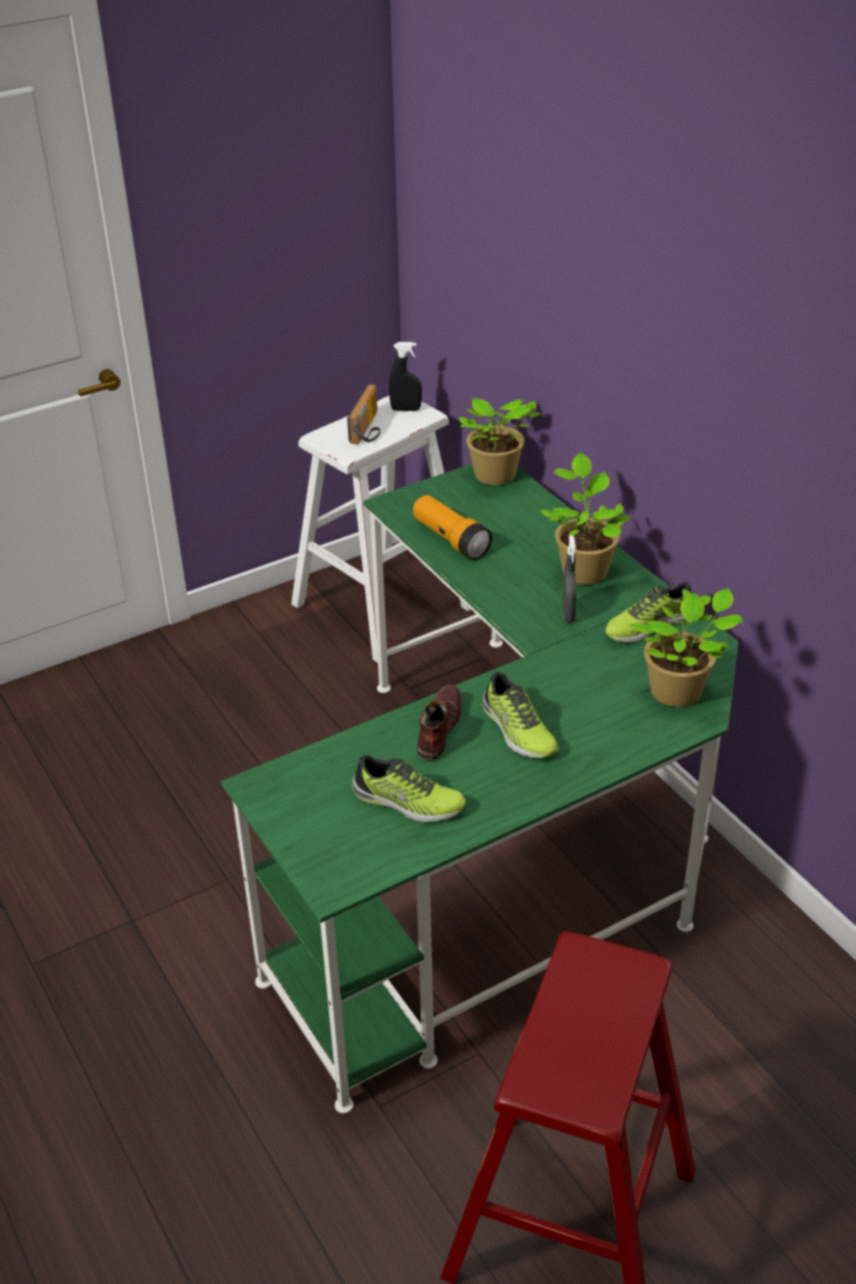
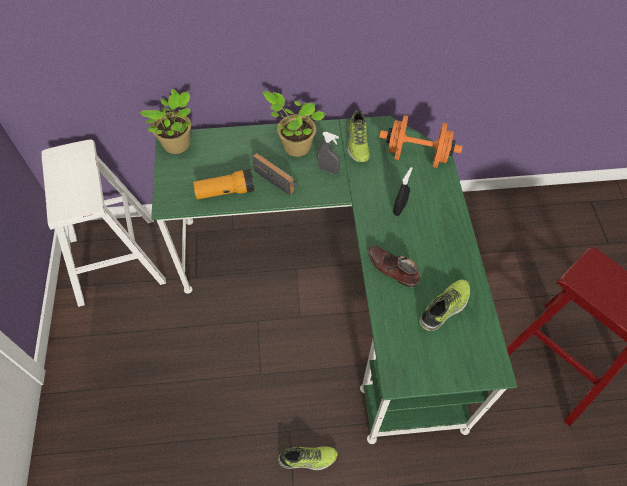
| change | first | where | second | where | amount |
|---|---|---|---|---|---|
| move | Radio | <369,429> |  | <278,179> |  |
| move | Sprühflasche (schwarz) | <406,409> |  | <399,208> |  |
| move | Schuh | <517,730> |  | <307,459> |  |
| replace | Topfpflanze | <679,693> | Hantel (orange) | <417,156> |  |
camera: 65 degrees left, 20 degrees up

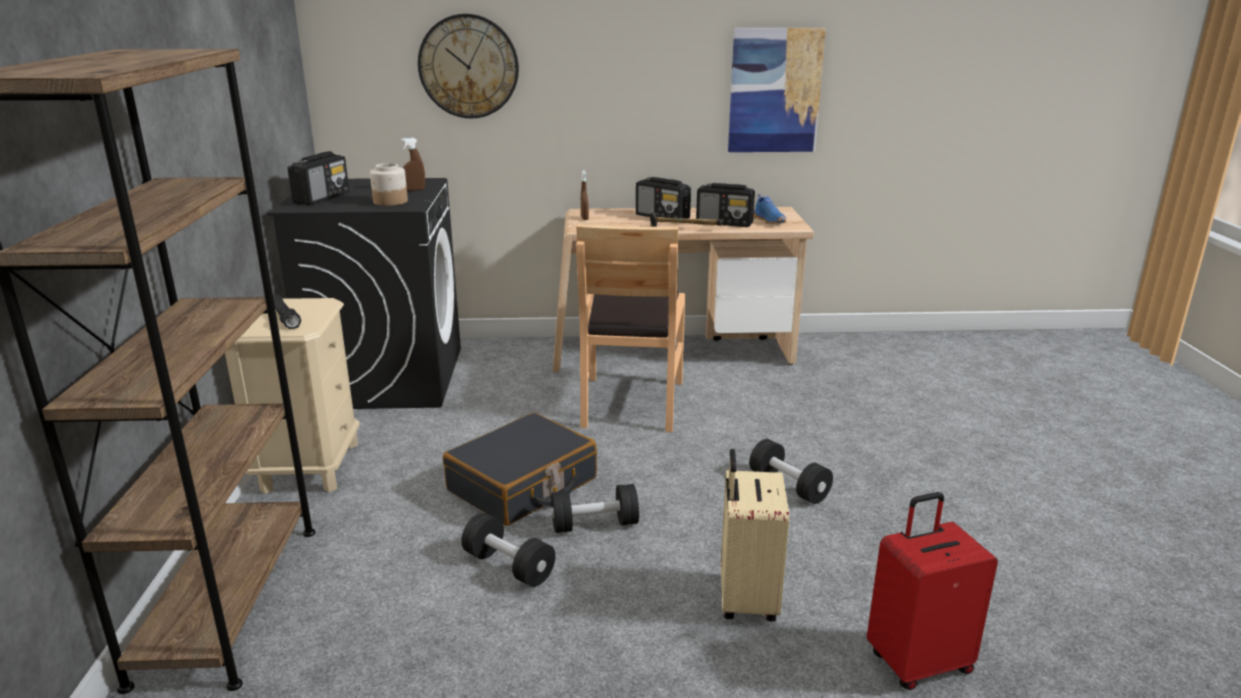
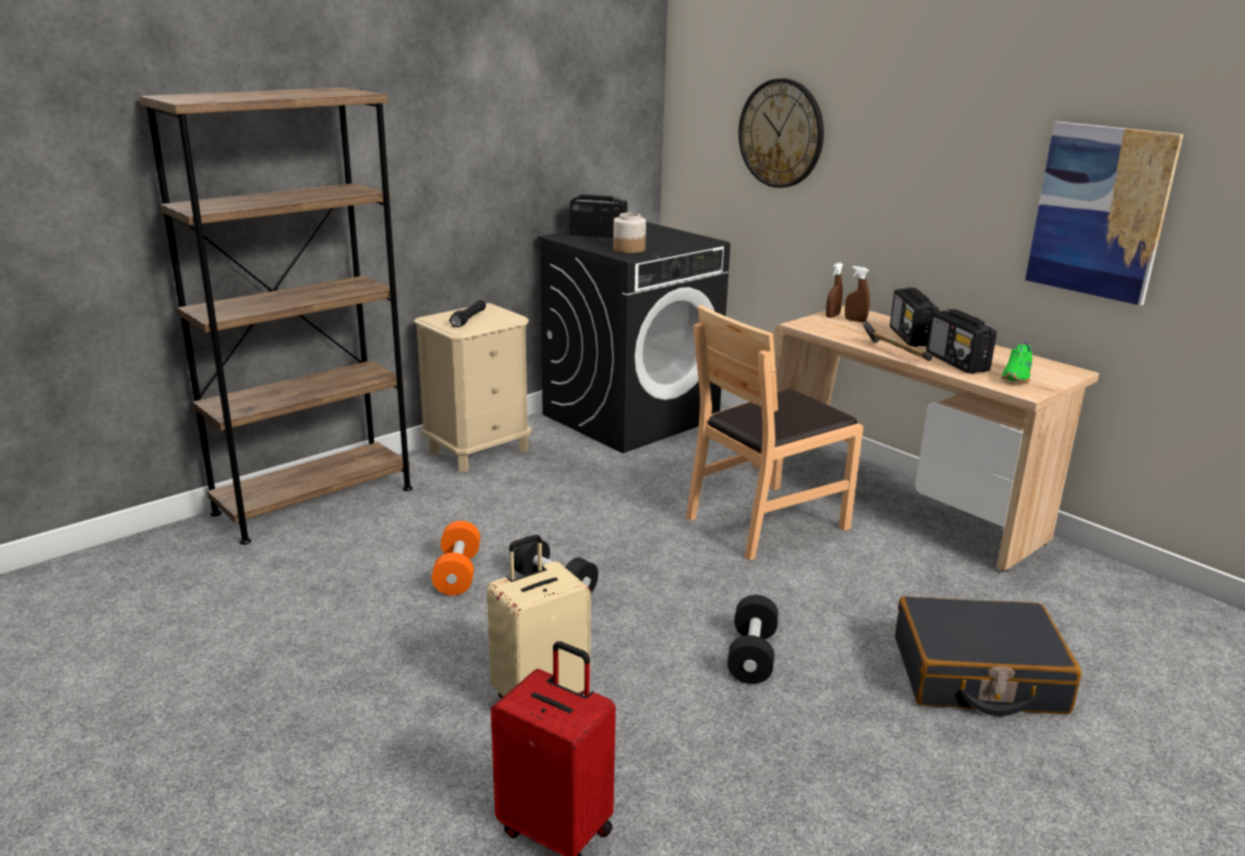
| change | first | where | second | where | amount |
|---|---|---|---|---|---|
| move | Sprühflasche (braun) | <414,189> |  | <855,320> |  |
| move | Koffer (schwarz) | <523,485> |  | <977,676> |  |
| recolor | Hantel (schwarz) | <508,566> | Hantel (orange) | <457,573> |  |
| recolor | Schuh (blau) | <770,221> | Schuh (grün) | <1017,376> |  |
| rotate | Radio | <322,198> |  | <597,235> | 150 degrees counterclockwise |
camera: 50 degrees right, 0 degrees up

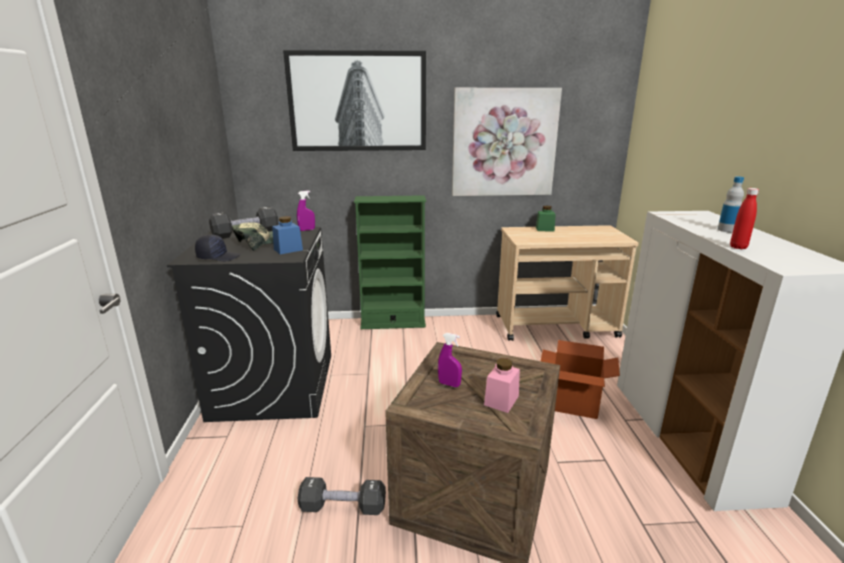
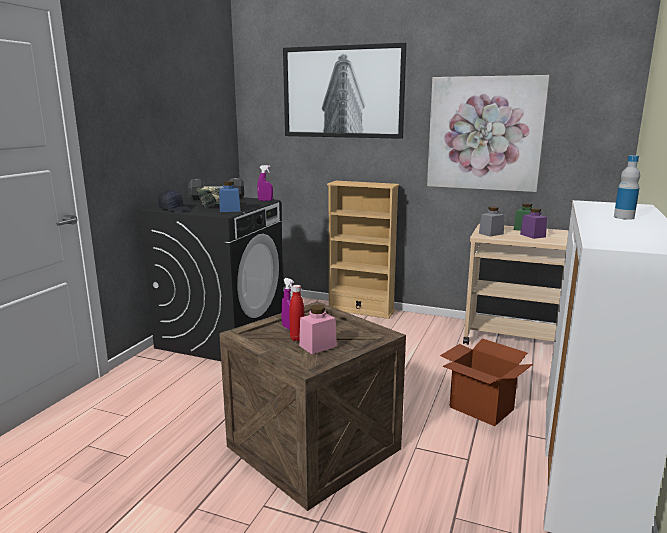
| change | first | where | second | where | amount |
|---|---|---|---|---|---|
| delete | Hantel (schwarz) | <343,507> |  |  |  |
| insert |  |  | Vorratsglas (grau) | <491,233> |  |
| insert |  |  | Vorratsglas (lila) | <532,235> |  |
| move | Flasche (rot) | <738,247> |  | <297,338> |  |
| recolor | Bücherregal (grün) | <393,323> | Bücherregal (beige) | <361,310> |  |
camera: 25 degrees right, 5 degrees down

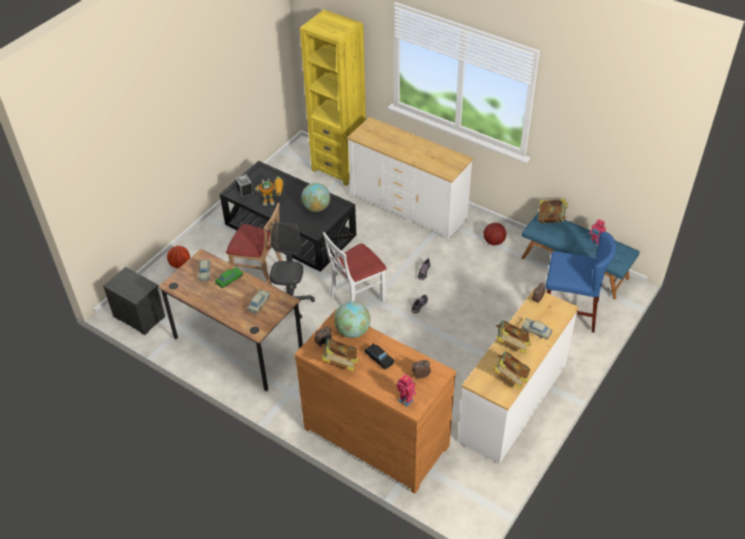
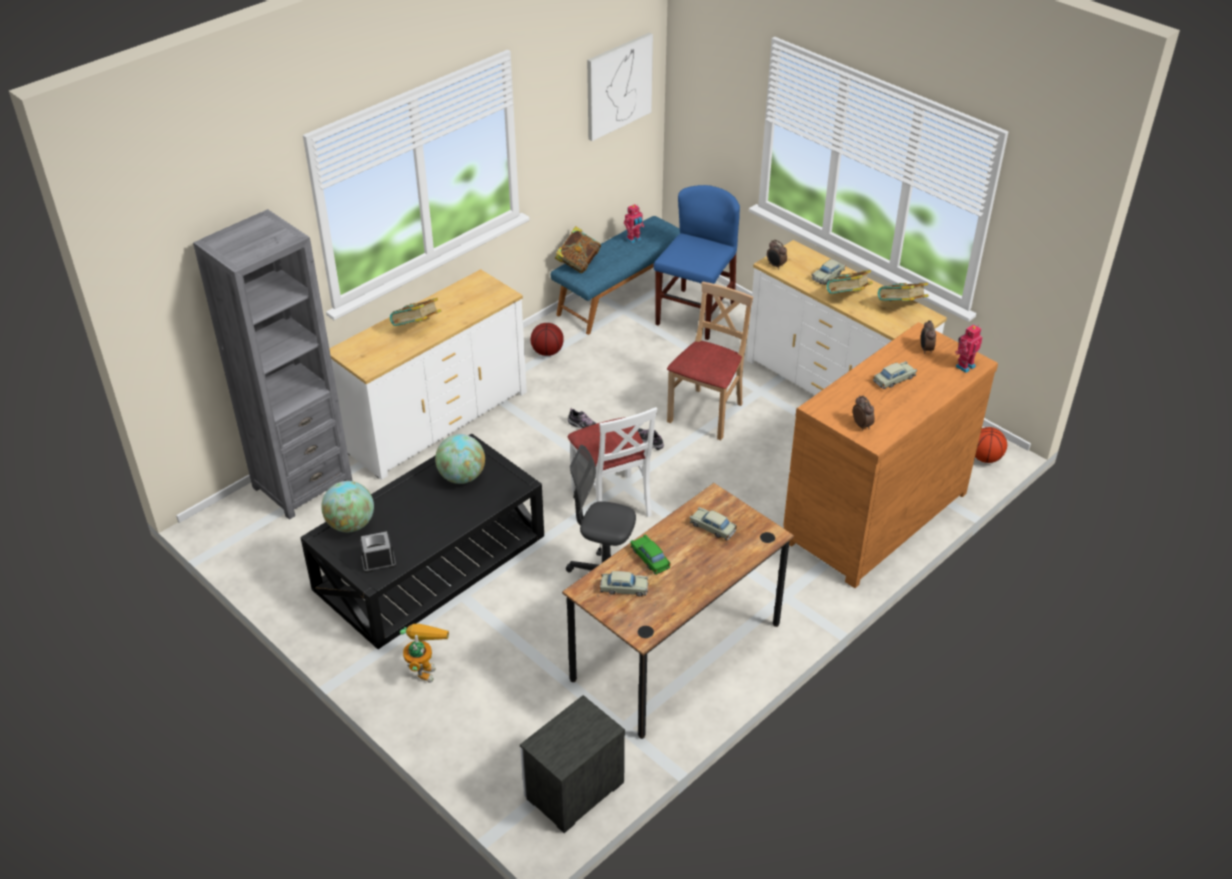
| change | first | where | second | where | amount |
|---|---|---|---|---|---|
| insert |  |  | Bild | <618,86> |  |
| move | Basketball | <180,265> |  | <985,458> |  |
| move | Stuhl (beige) | <259,274> |  | <707,413> |  |
| move | Spielzeugroboter | <273,201> |  | <424,667> |  |
| move | Buch | <340,363> |  | <417,327> |  |
| move | Globus | <352,331> |  | <350,524> |  |
| recolor | Bücherregal (gelb) | <339,168> | Bücherregal (grau) | <302,484> |  |
| recolor | Spielzeugauto (schwarz) | <379,358> | Spielzeugauto (beige) | <894,379> |  |
camera: 80 degrees left, 5 degrees down

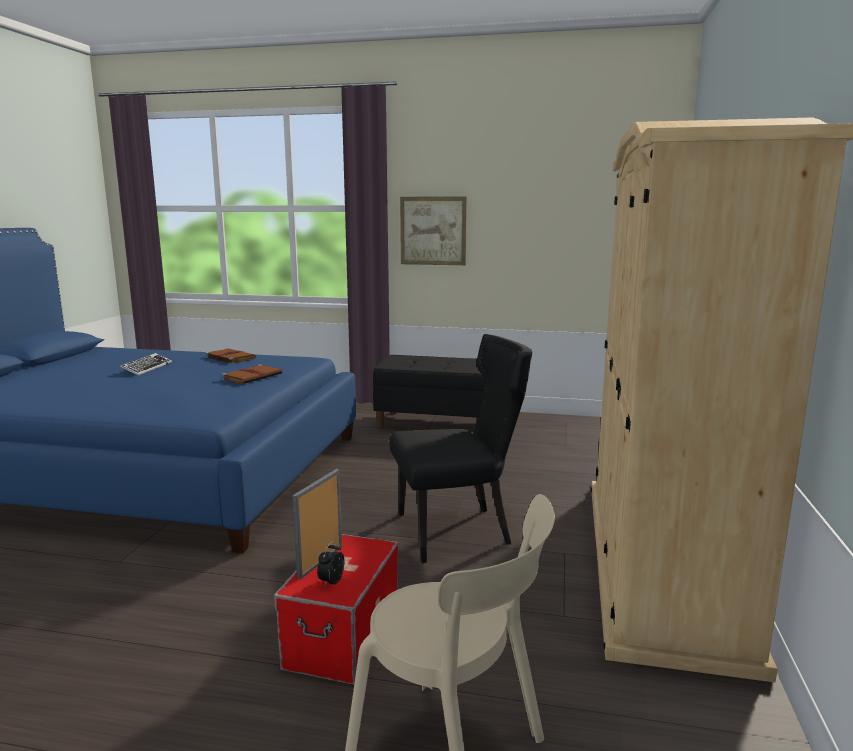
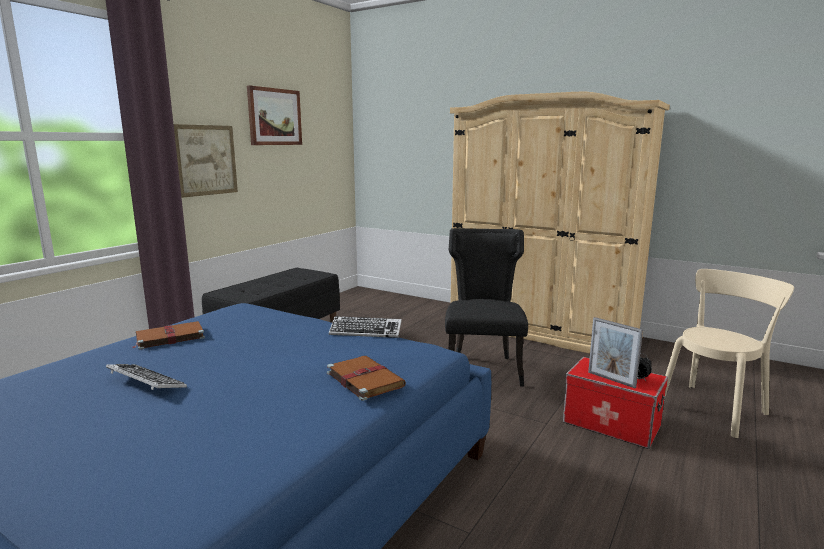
| change | first | where | second | where | amount |
|---|---|---|---|---|---|
| insert |  |  | Bild | <274,117> |  |
| insert |  |  | Tastatur | <365,331> |  |
| move | Buch (braun) | <253,376> |  | <364,379> |  |
camera: 70 degrees left, 0 degrees up

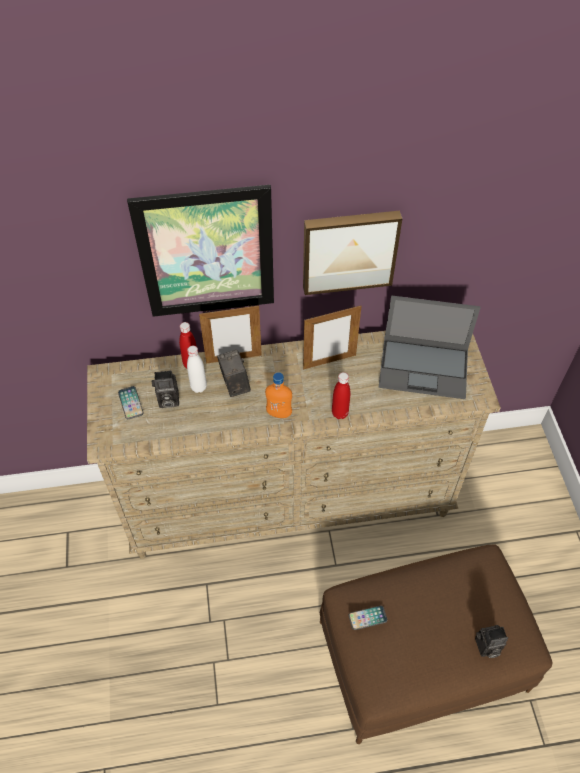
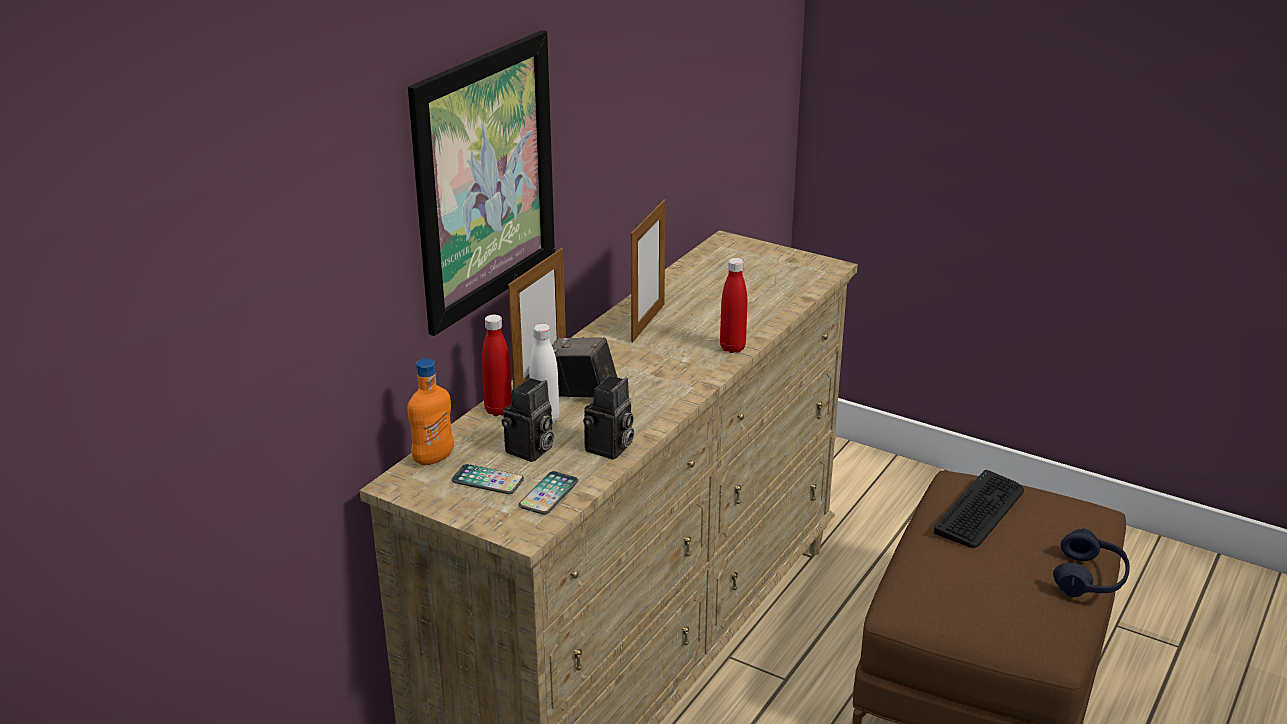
| change | first | where | second | where | amount |
|---|---|---|---|---|---|
| delete | Bild | <349,250> |  |  |  |
| delete | Laptop | <425,367> |  |  |  |
| insert |  |  | Tastatur | <980,510> |  |
| insert |  |  | Kopfhörer (blau) | <1090,578> |  |
| move | Flasche (orange) | <279,413> |  | <433,458> |  |
| move | Handy | <367,618> |  | <549,494> |  |
| move | Kamera | <486,647> |  | <609,449> |  |
camera: 50 degrees left, 25 degrees down

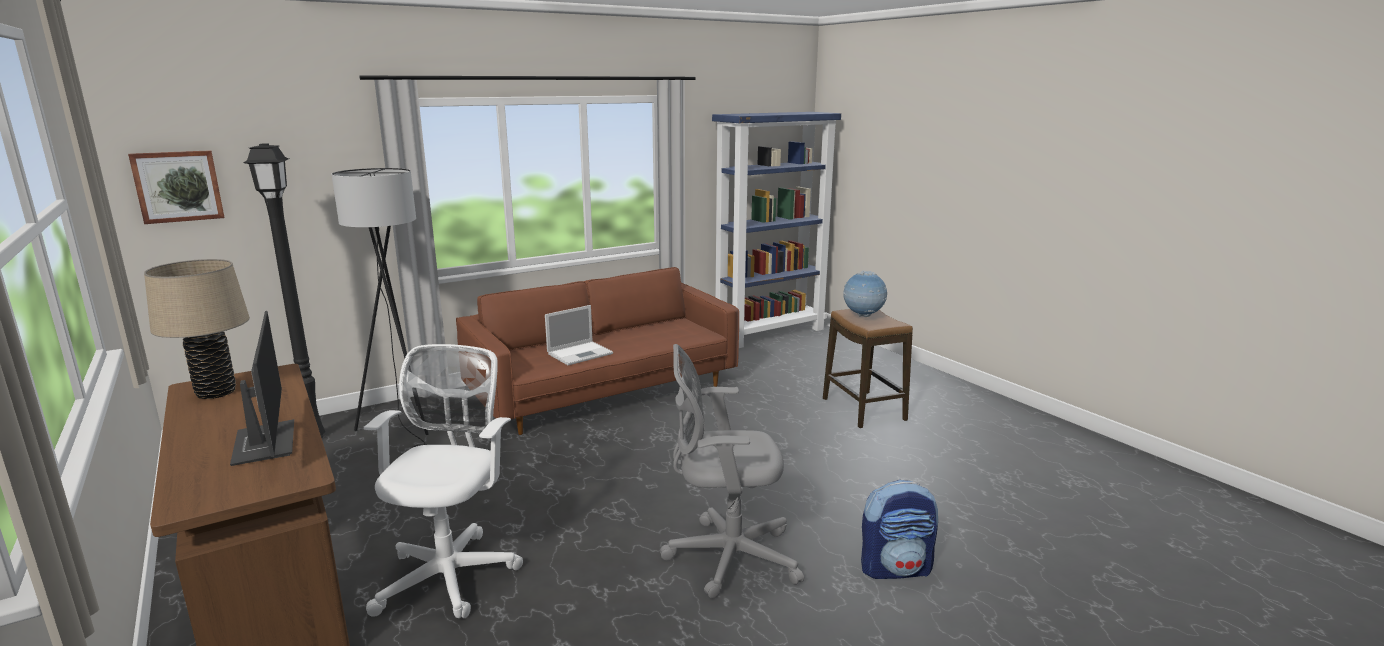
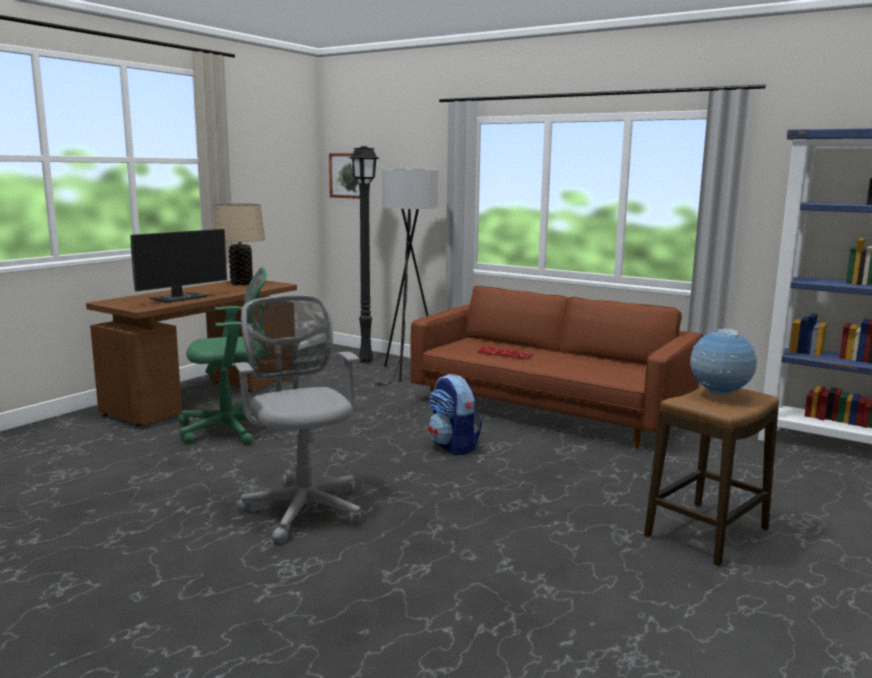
| change | first | where | second | where | amount |
|---|---|---|---|---|---|
| move | Rucksack | <896,568> |  | <453,446> |  |
| replace | Laptop | <581,353> | Tastatur | <504,354> |  |
| recolor | Bürostuhl (weiß) | <451,573> | Bürostuhl (grün) | <232,429> |  |
camera: 65 degrees right, 5 degrees down

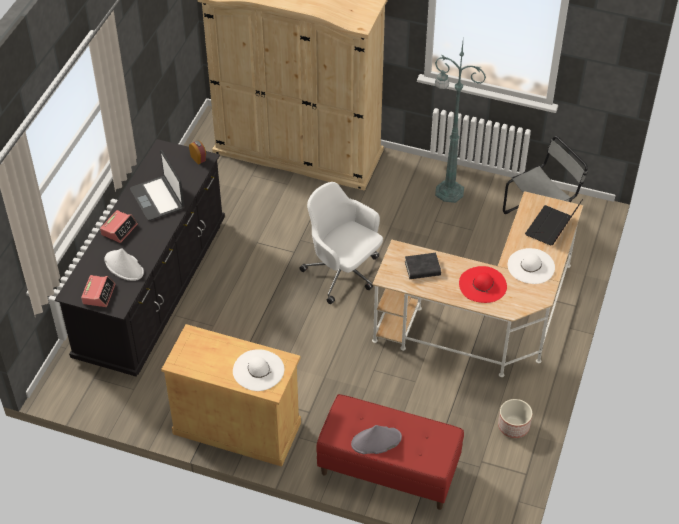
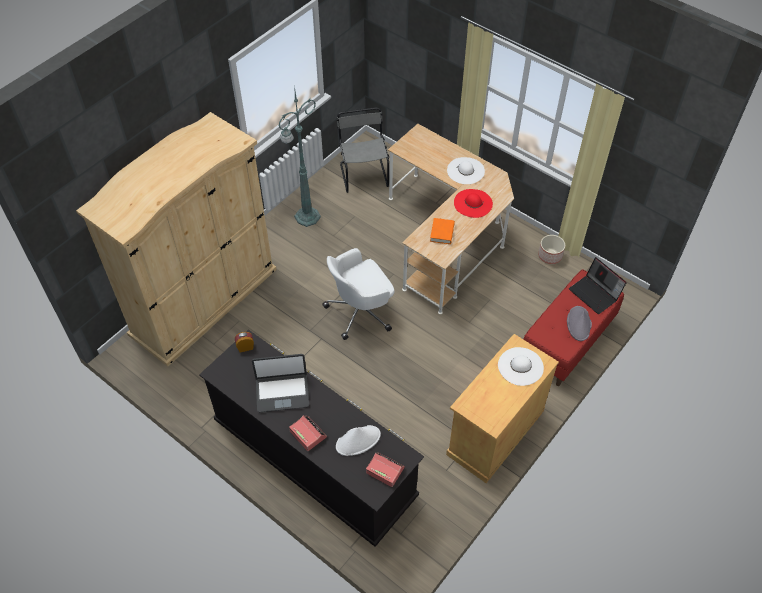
| change | first | where | second | where | amount |
|---|---|---|---|---|---|
| move | Laptop | <552,228> |  | <595,294> |  |
| recolor | Buch (schwarz) | <422,268> | Buch (orange) | <442,233> |  |
camera: 70 degrees left, 5 degrees up

